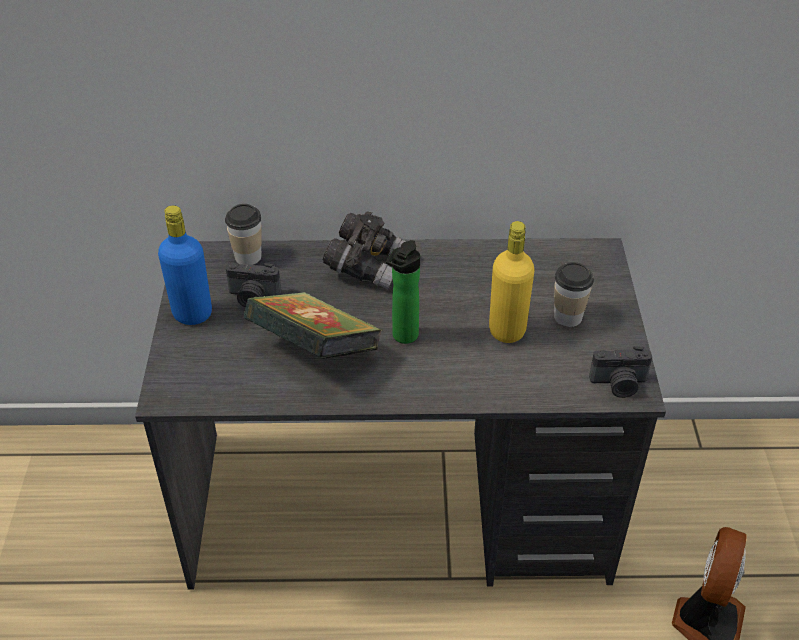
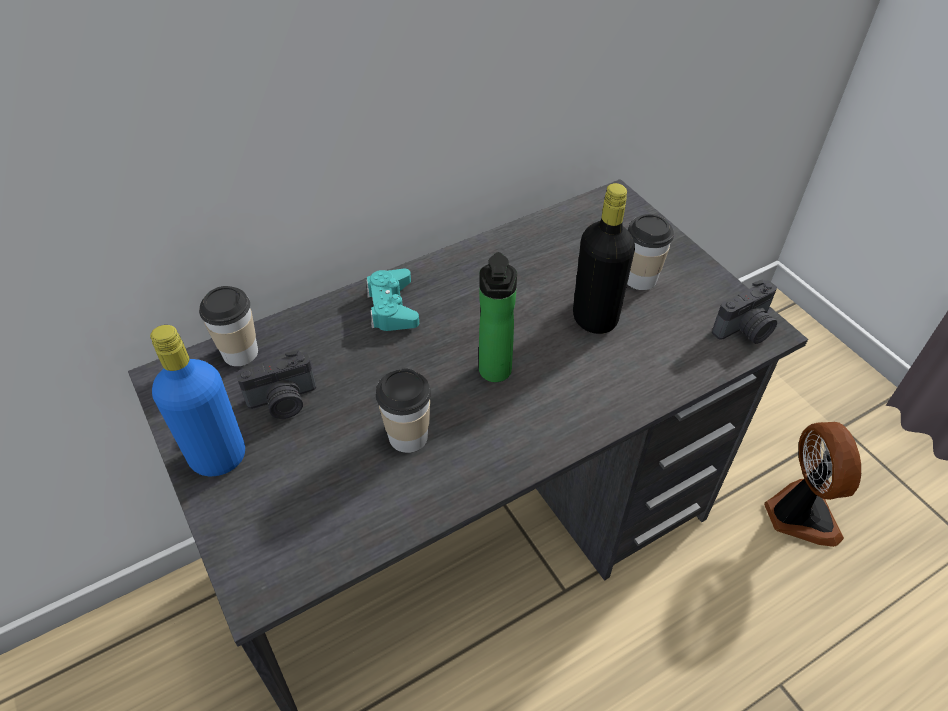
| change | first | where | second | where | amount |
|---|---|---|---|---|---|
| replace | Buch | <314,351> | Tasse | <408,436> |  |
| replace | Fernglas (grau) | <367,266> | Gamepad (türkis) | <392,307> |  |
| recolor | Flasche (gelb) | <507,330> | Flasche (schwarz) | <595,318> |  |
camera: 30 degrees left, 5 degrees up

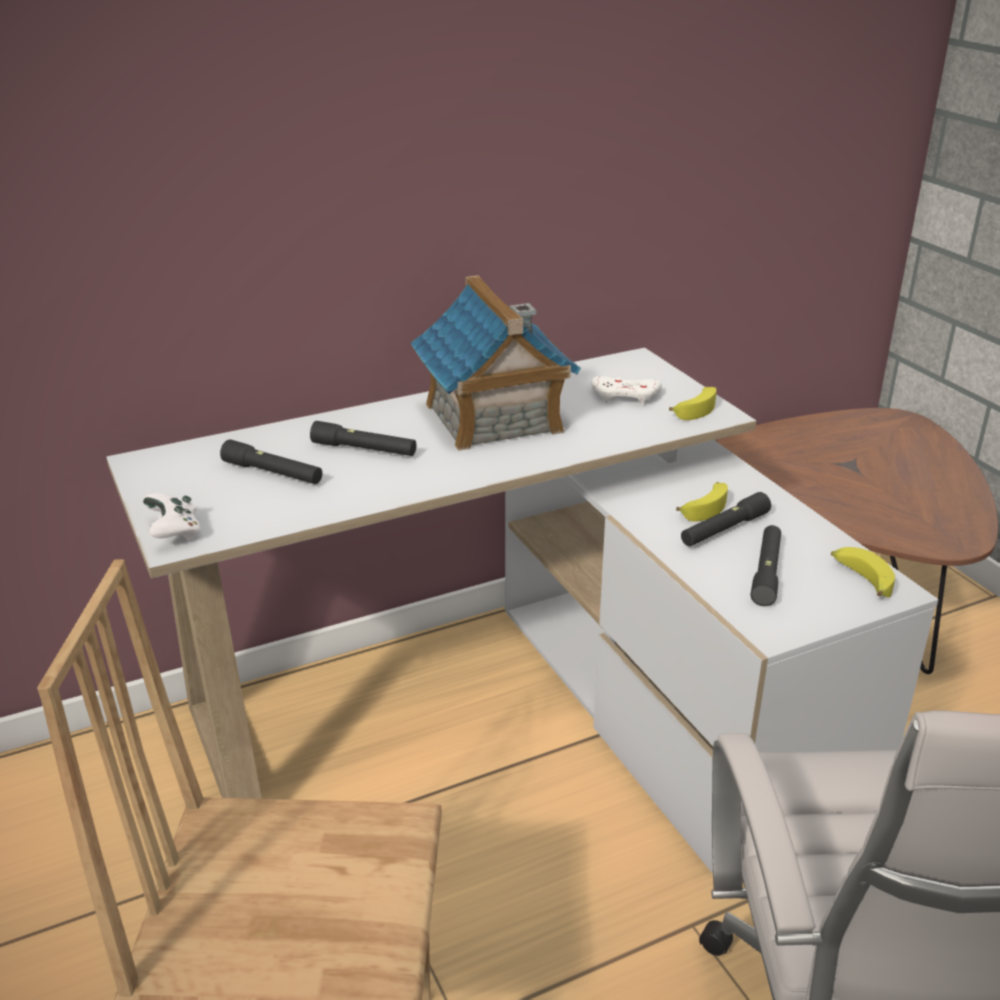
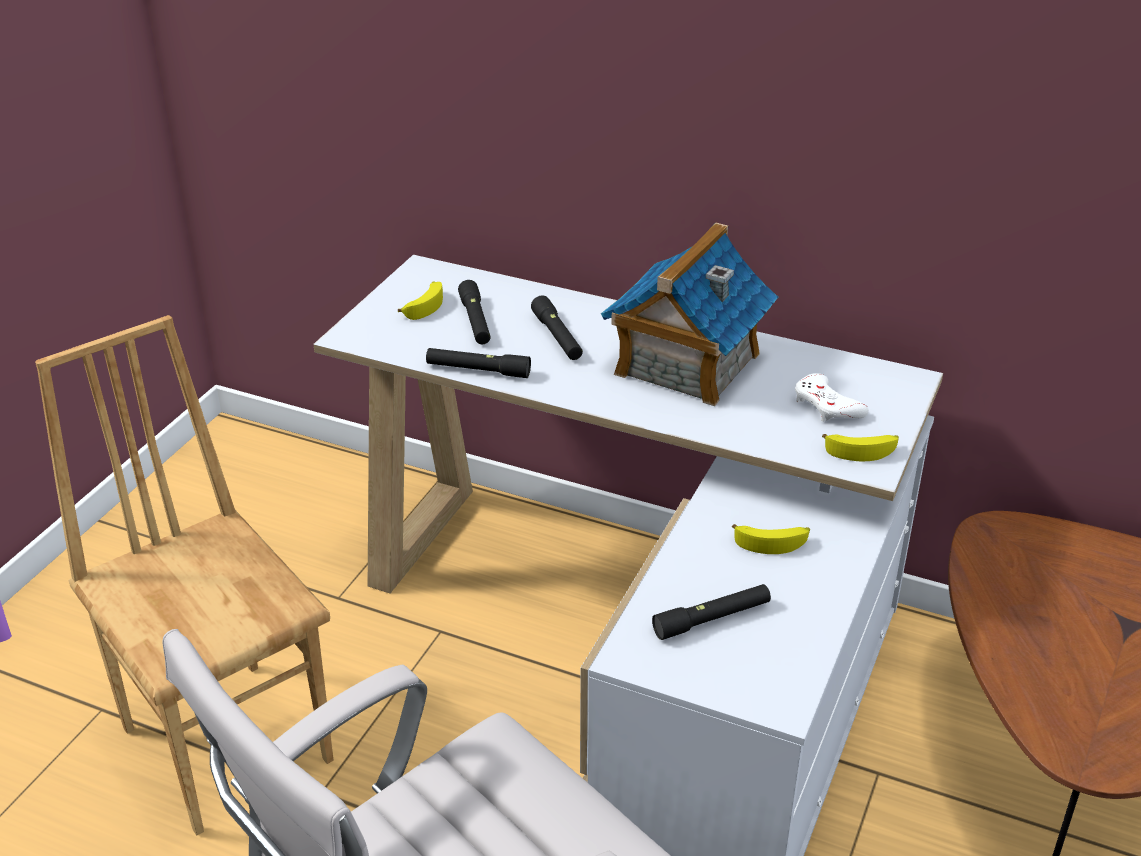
| change | first | where | second | where | amount |
|---|---|---|---|---|---|
| delete | Gamepad (weiß) | <174,532> |  |  |  |
| move | Taschenlampe (schwarz) | <724,529> |  | <478,370> |  |
| move | Banane | <860,579> |  | <424,305> |  |
camera: 50 degrees right, 5 degrees up

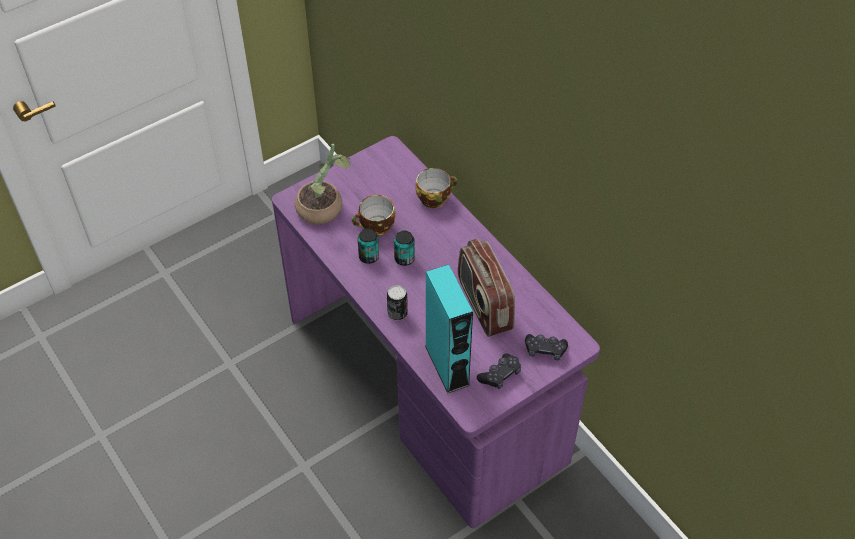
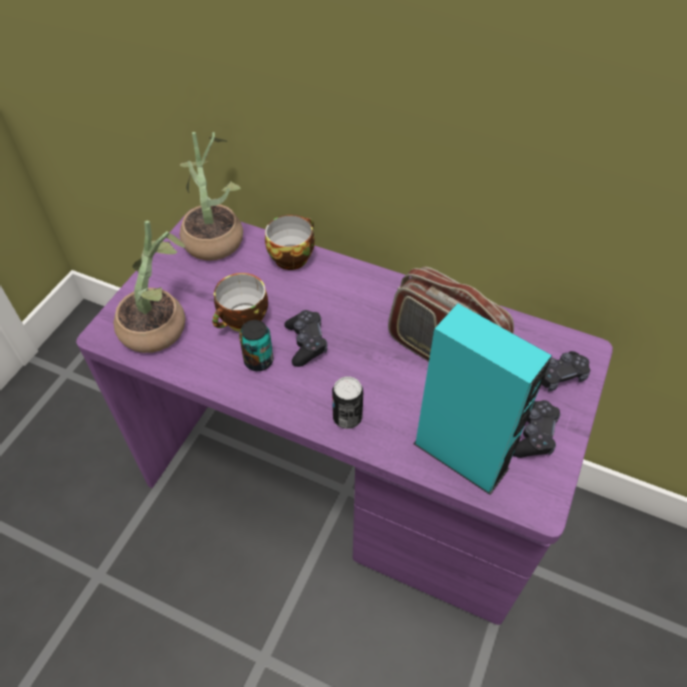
| change | first | where | second | where | amount |
|---|---|---|---|---|---|
| insert |  |  | Topfpflanze | <214,236> |  |
| replace | Dose | <404,258> | Gamepad (schwarz) | <306,343> |  |
camera: 30 degrees left, 0 degrees up

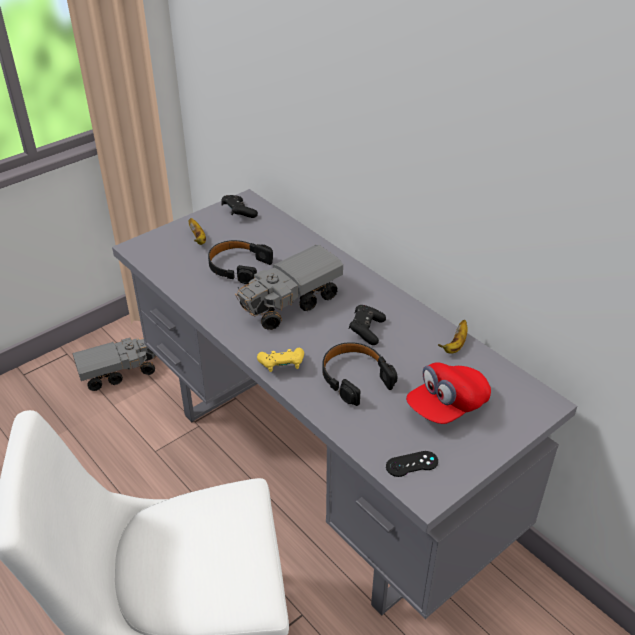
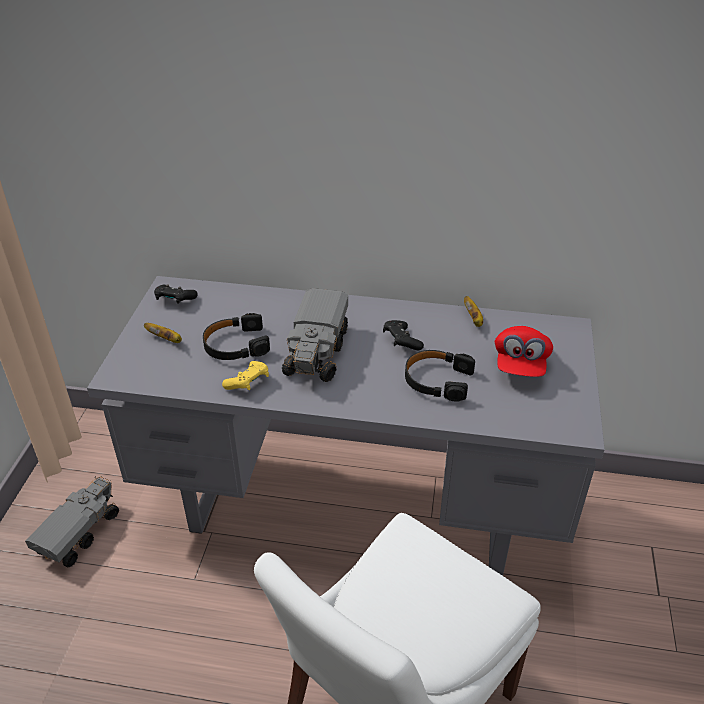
| change | first | where | second | where | amount |
|---|---|---|---|---|---|
| delete | Gamepad (schwarz) | <412,464> |  |  |  |
| move | Gamepad (gelb) | <282,366> |  | <248,383> |  |
camera: 40 degrees left, 0 degrees up

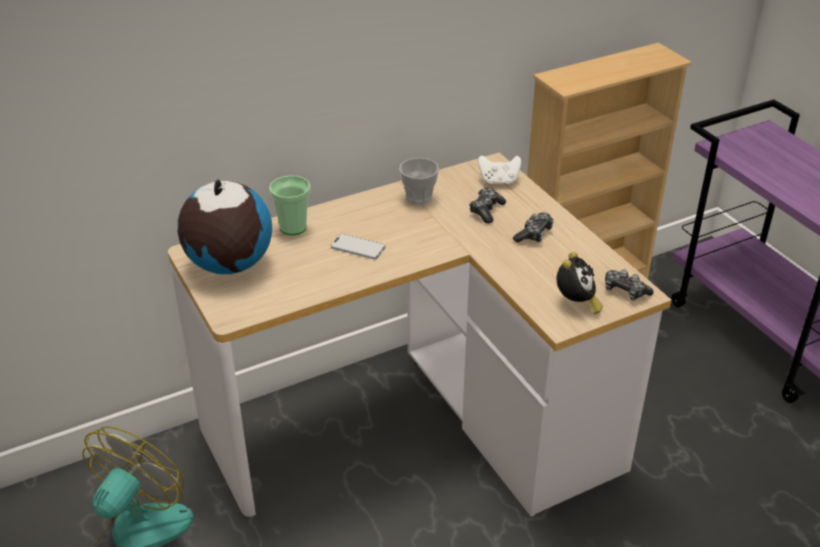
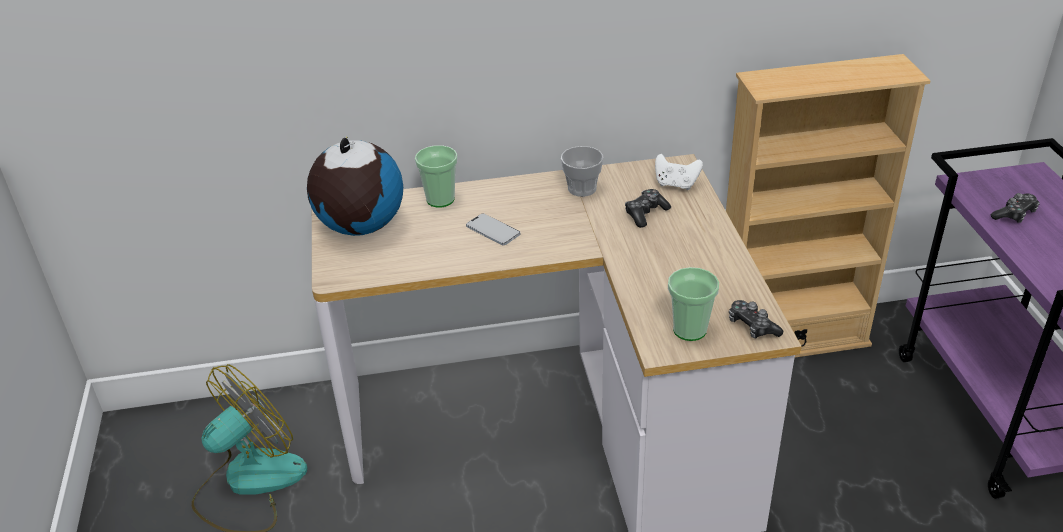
| change | first | where | second | where | amount |
|---|---|---|---|---|---|
| move | Gamepad | <534,234> |  | <1014,214> |  |
| replace | Wecker | <576,303> | Tasse | <689,330> |  |
camera: 20 degrees right, 0 degrees up

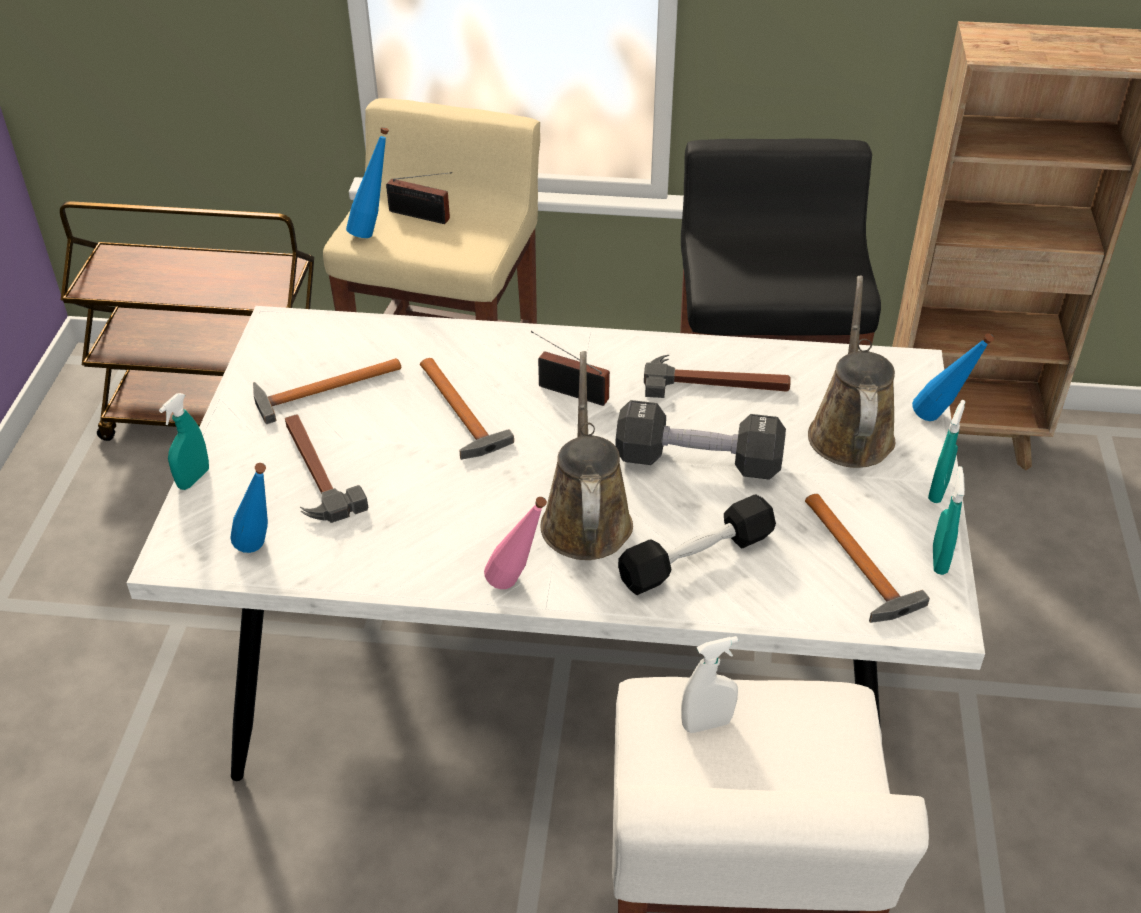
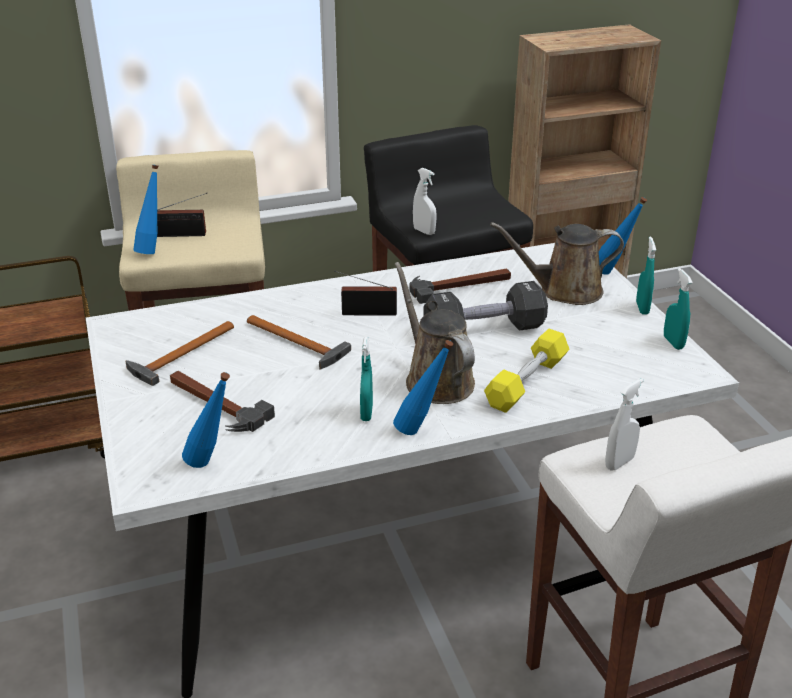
| change | first | where | second | where | amount |
|---|---|---|---|---|---|
| delete | Hammer | <859,563> |  |  |  |
| insert |  |  | Sprühflasche (weiß) | <424,231> |  |
| move | Sprühflasche (türkis) | <193,478> |  | <366,413> |  |
| recolor | Flasche (rosa) | <517,587> | Flasche (blau) | <421,431> |  |
| recolor | Hantel (schwarz) | <696,558> | Hantel (gelb) | <527,382> |  |
| rotate | Gießkanne (braun) | <850,431> |  | <564,291> | 75 degrees counterclockwise |
camera: 25 degrees left, 10 degrees down

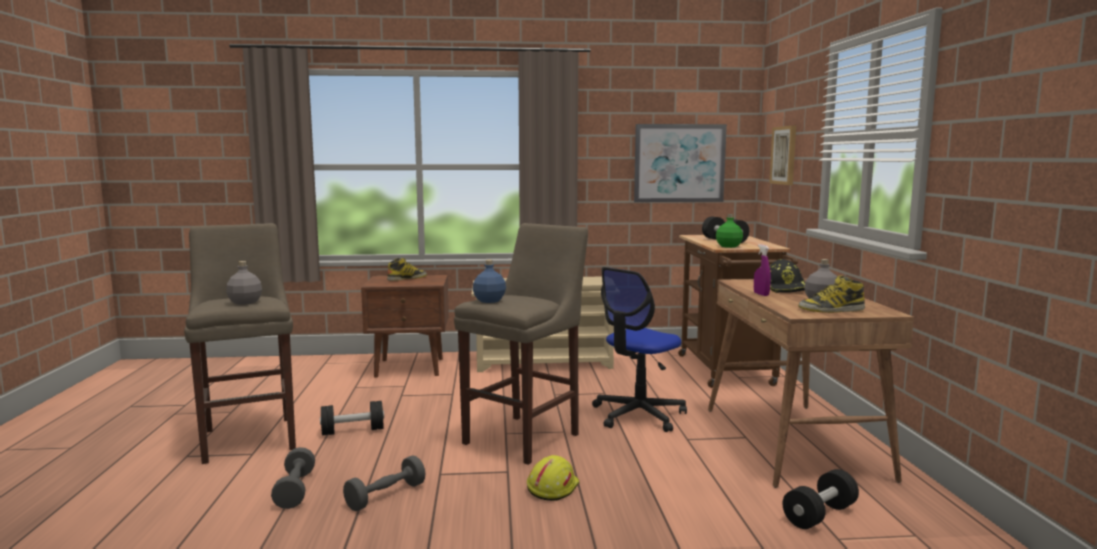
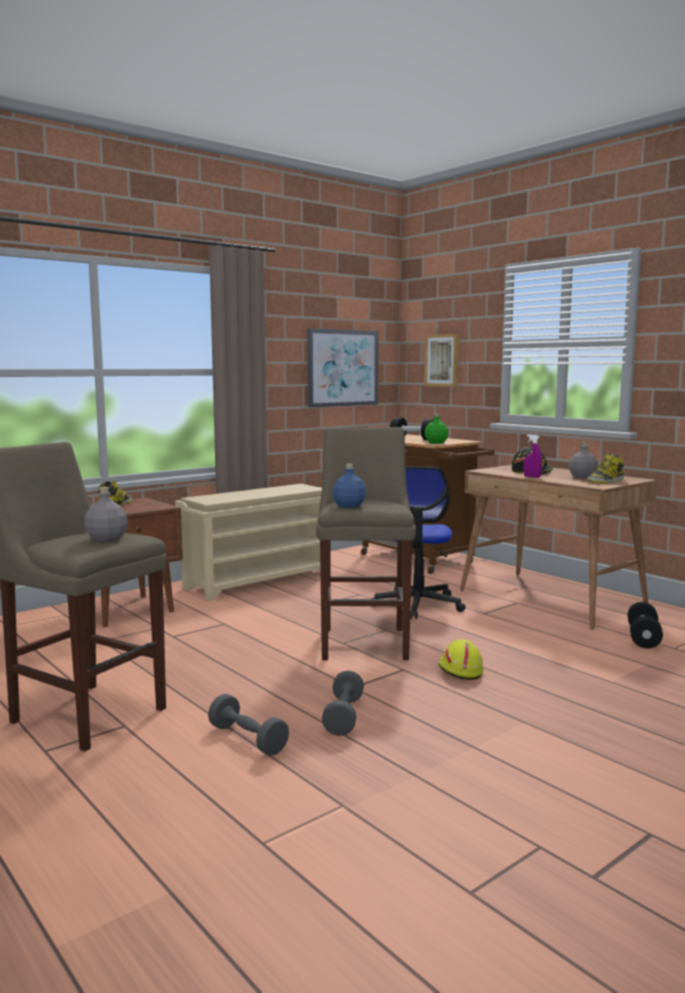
| change | first | where | second | where | amount |
|---|---|---|---|---|---|
| delete | Hantel (schwarz) | <353,431> |  |  |  |
camera: 35 degrees left, 0 degrees up

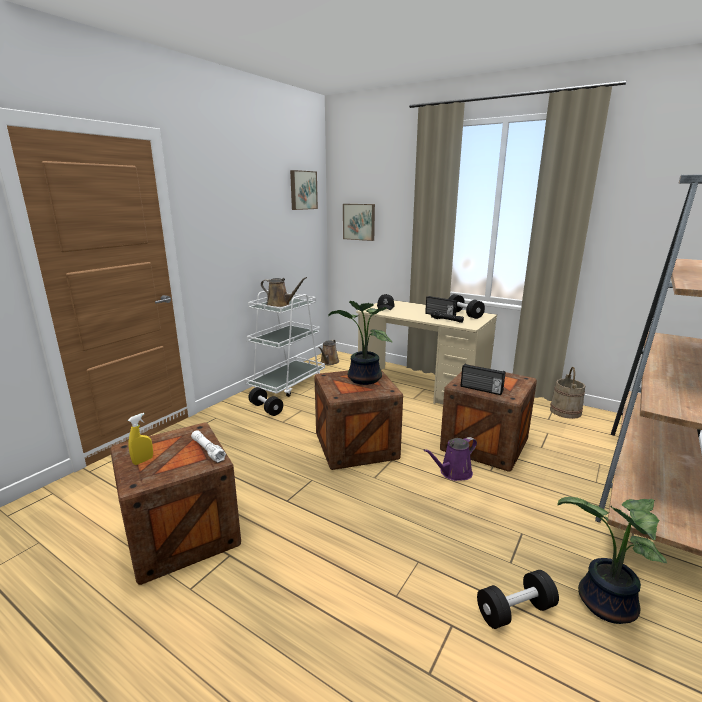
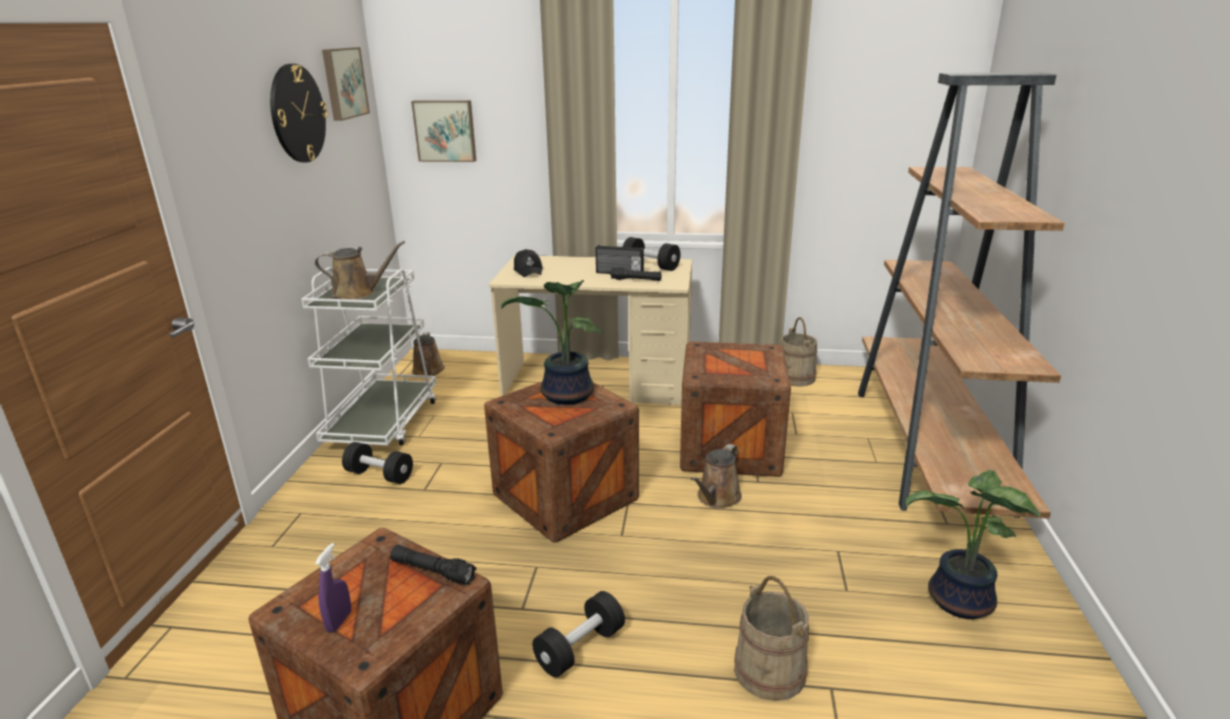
| change | first | where | second | where | amount |
|---|---|---|---|---|---|
| delete | Radio | <481,389> |  |  |  |
| insert |  |  | Wanduhr | <297,114> |  |
| insert |  |  | Eimer (beige) | <770,671> |  |
| move | Hantel (schwarz) | <515,611> |  | <580,648> |  |
| recolor | Sprühflasche (gelb) | <143,461> | Sprühflasche (lila) | <339,621> |  |
| recolor | Taschenlampe (weiß) | <208,450> | Taschenlampe (schwarz) | <433,571> |  |
| recolor | Gießkanne (lila) | <453,473> | Gießkanne (braun) | <717,498> |  |
camera: 25 degrees left, 5 degrees up

